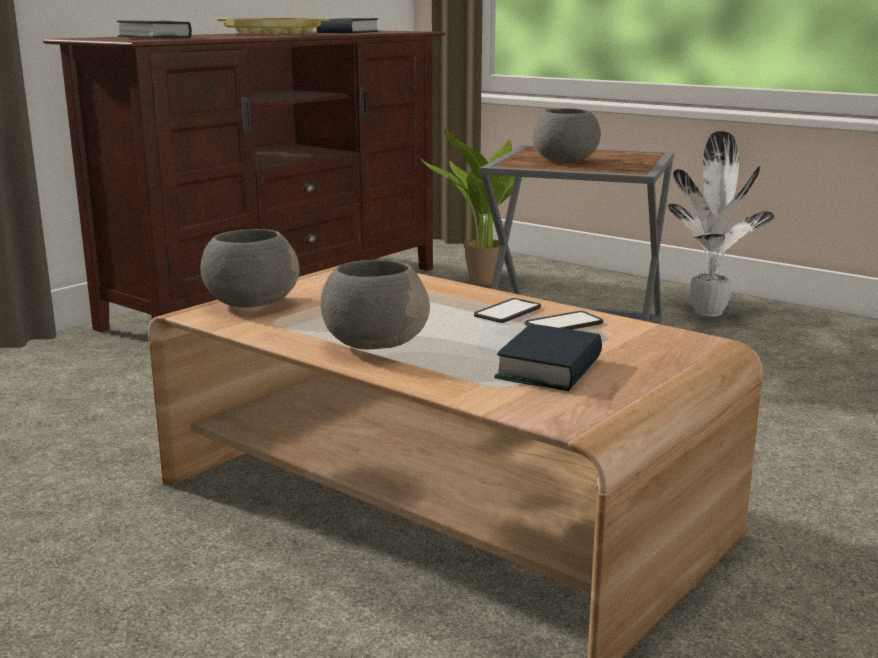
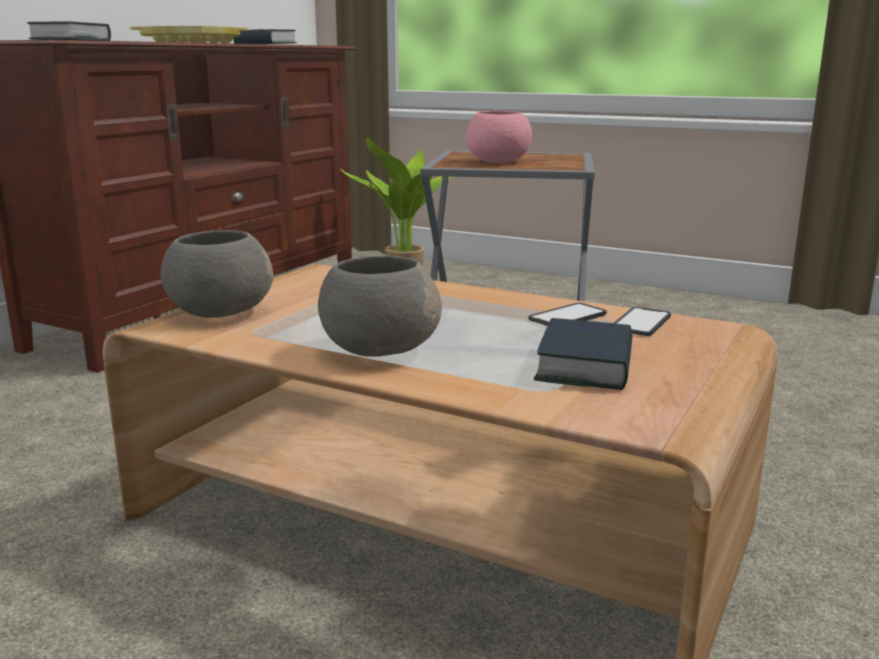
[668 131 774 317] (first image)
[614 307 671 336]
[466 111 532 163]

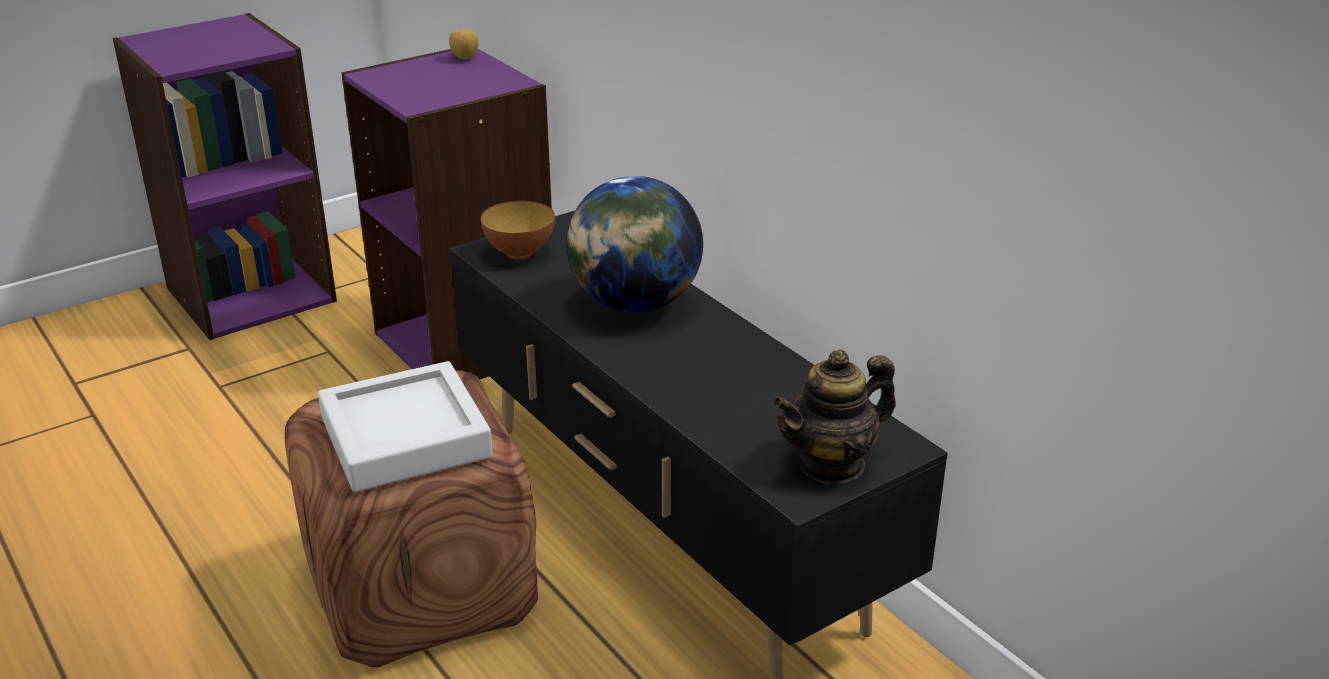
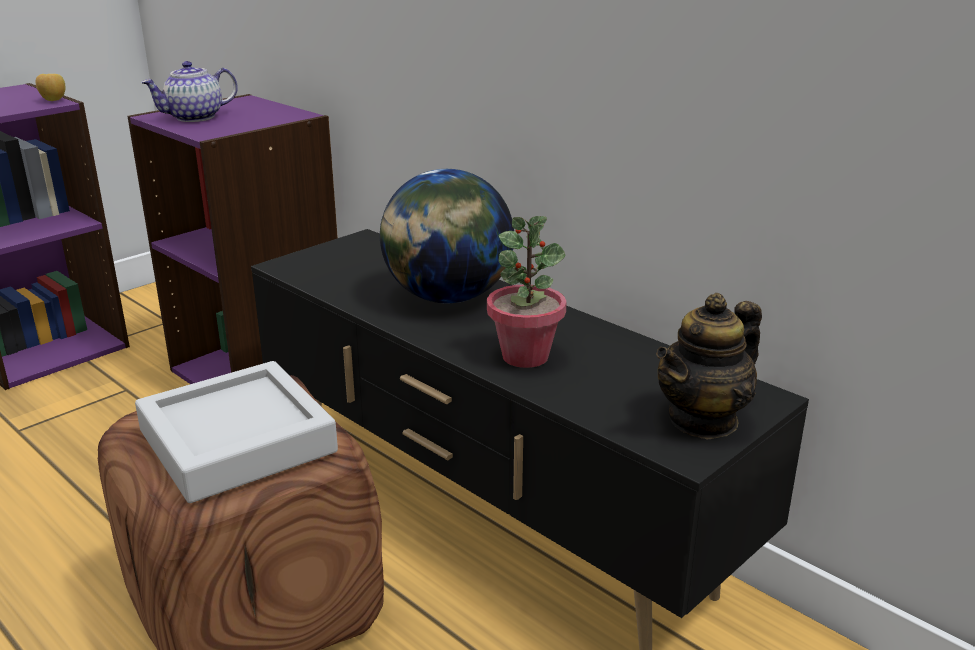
[481 201 555 260] (first image)
[141 61 238 122]
[487 216 567 368]
[36 74 66 101]

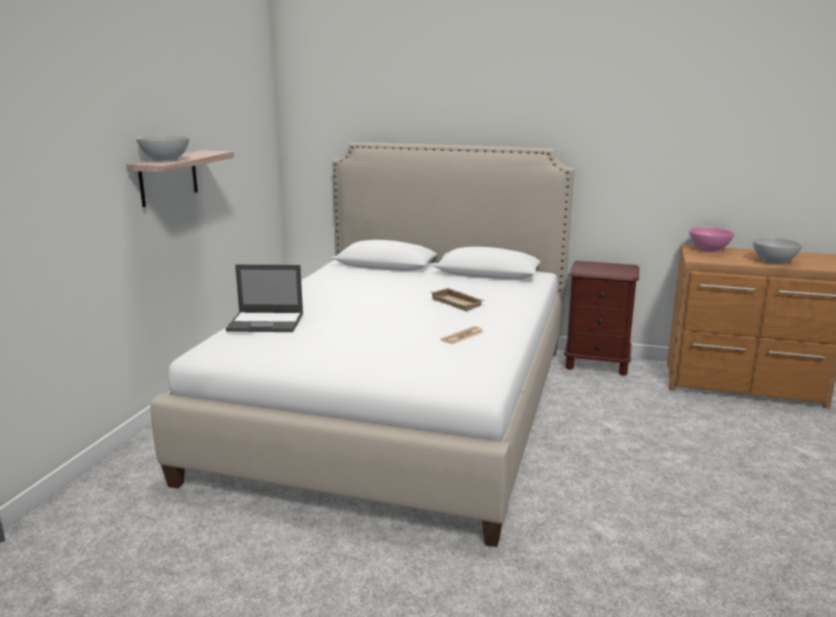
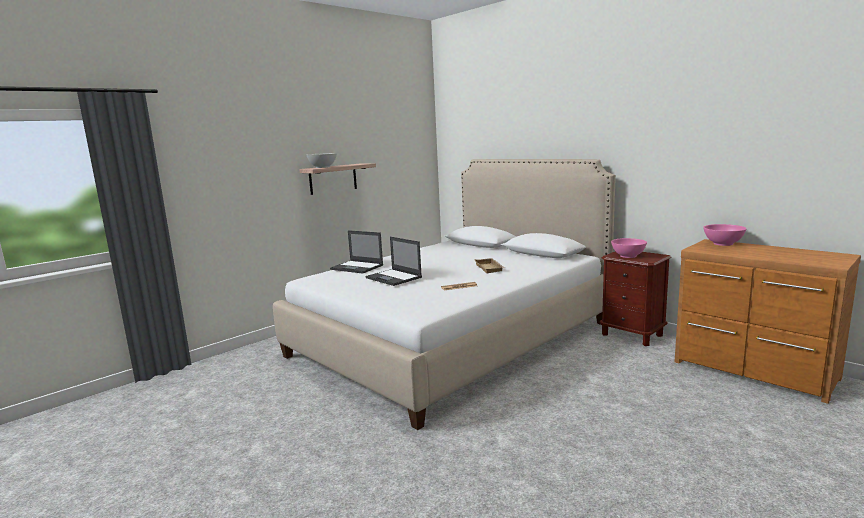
[752 237 803 265] (first image)
[366 237 422 286]
[611 238 647 258]

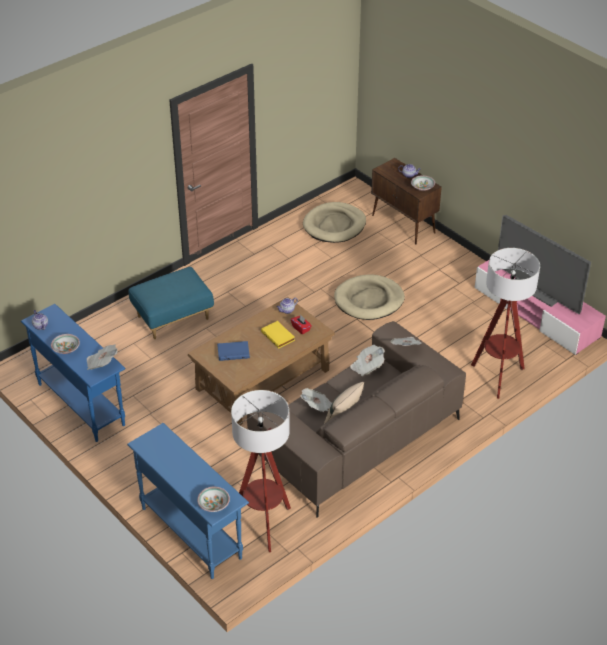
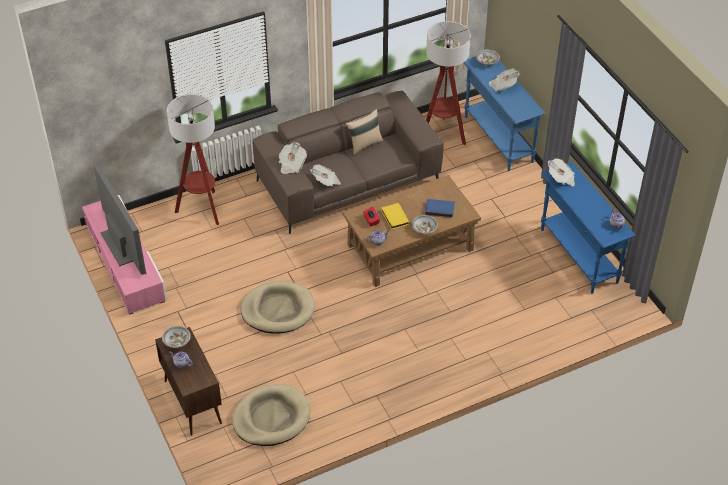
[129 267 214 339] (first image)
[412 215 438 234]
[489 68 520 92]

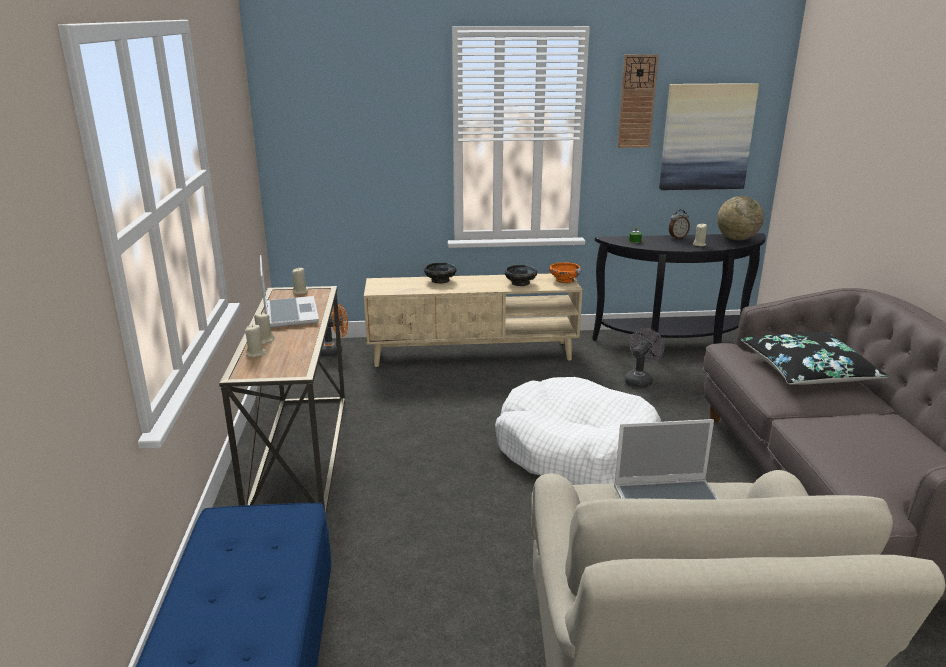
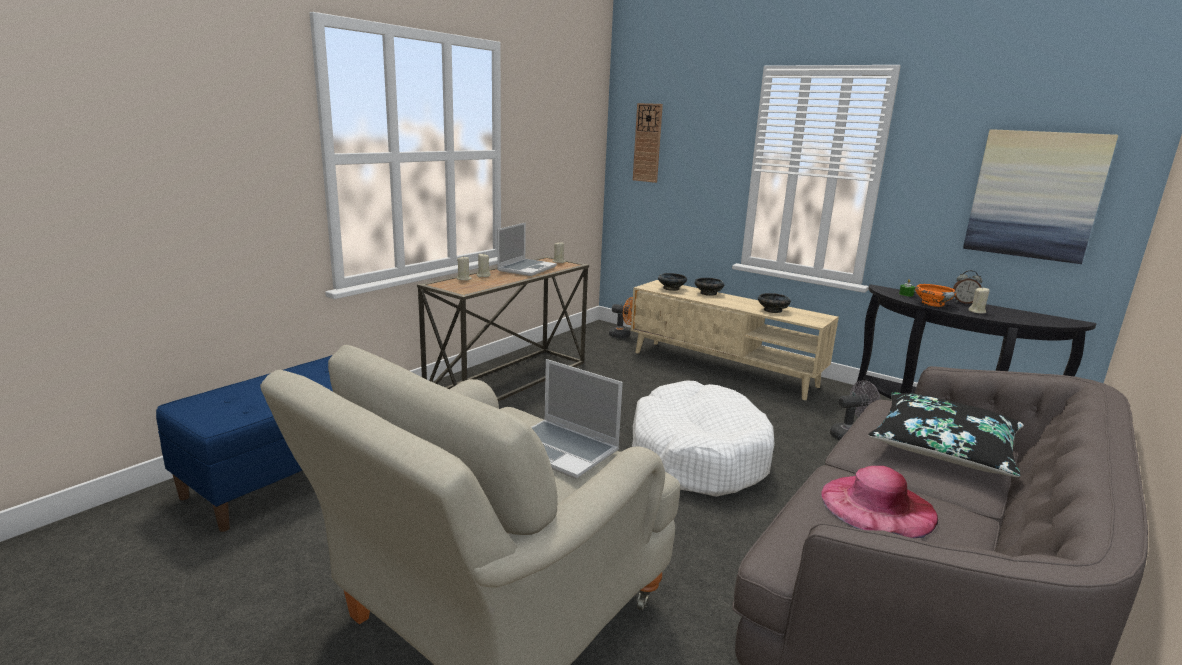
[717 196 764 241] (first image)
[658 273 687 291]
[821 466 938 538]
[915 284 956 307]
[633 103 663 183]

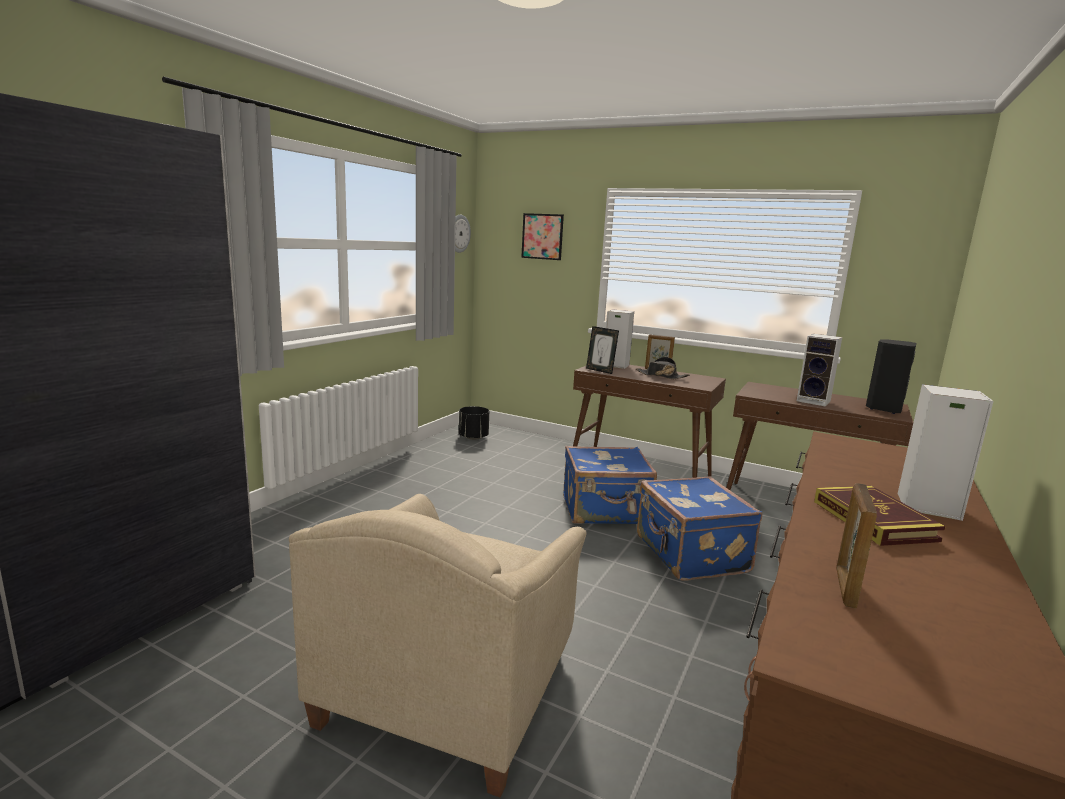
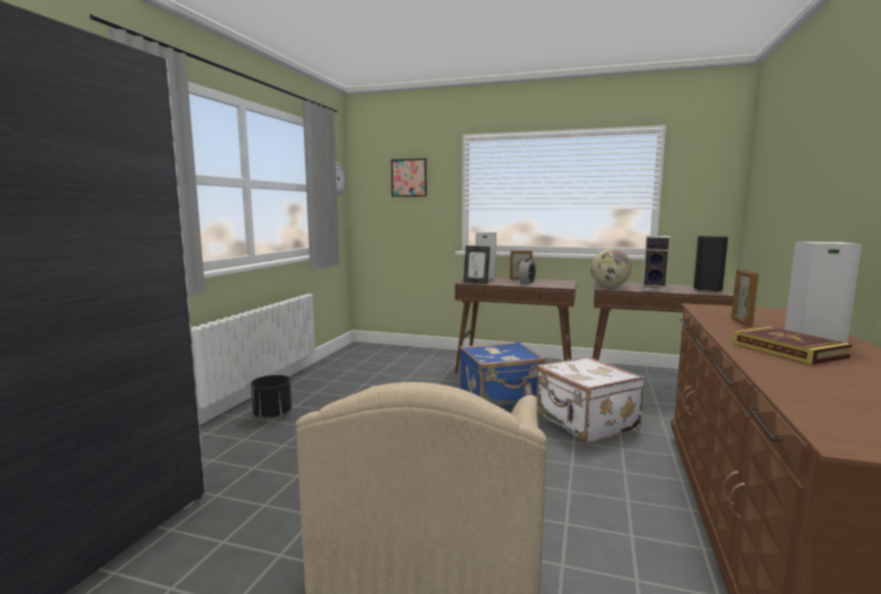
[591 249 632 288]
[251 375 292 418]
[731 269 759 327]
[519 259 536 284]
[536 356 645 443]

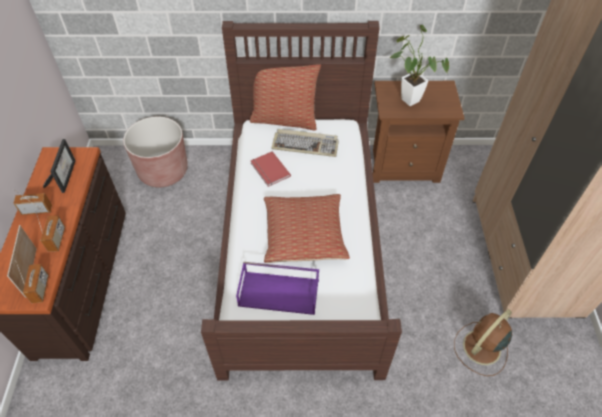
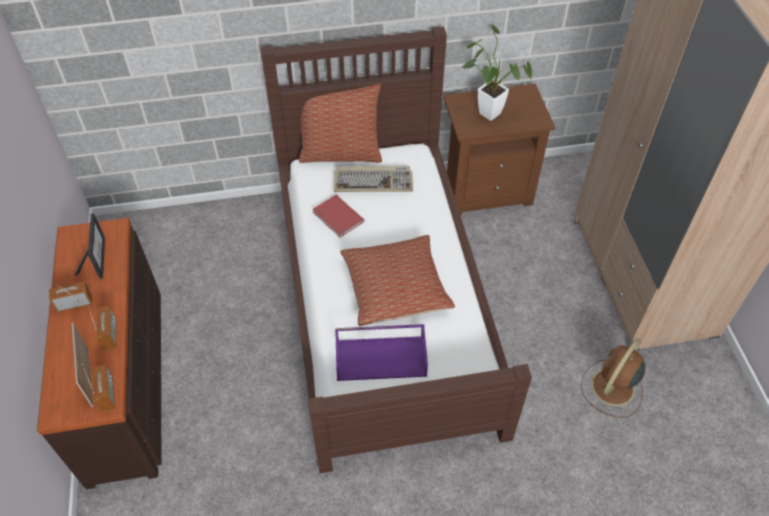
[123 117 188 187] (first image)

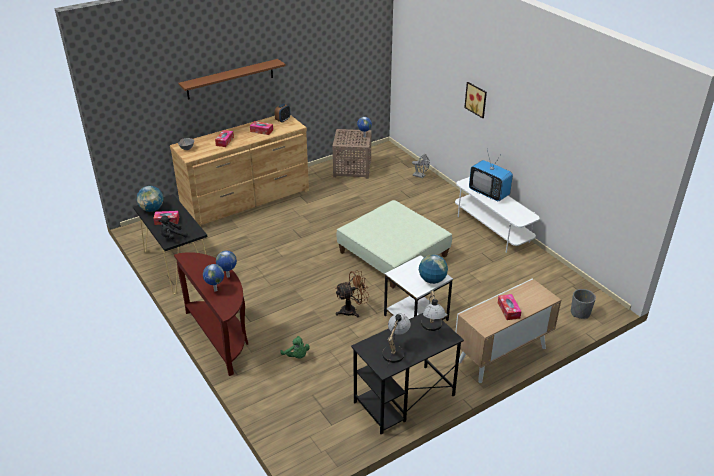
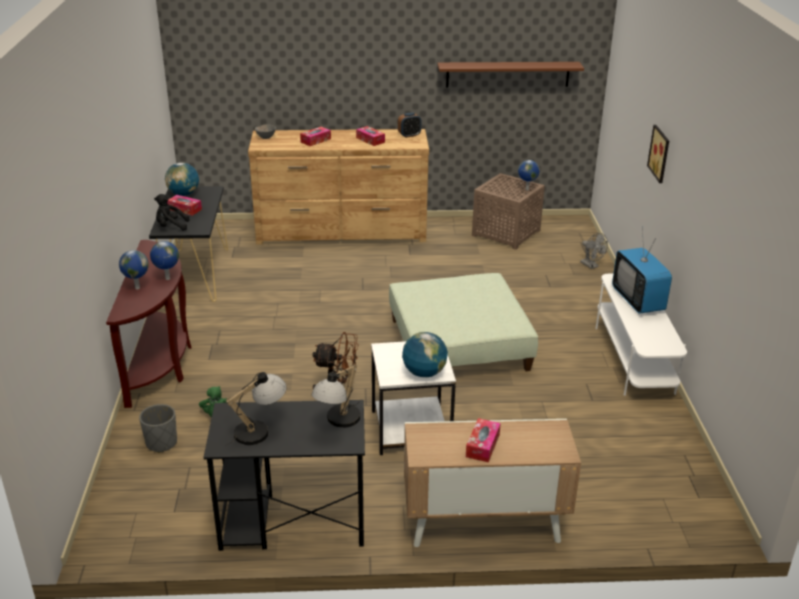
[437 62 584 87]
[139 404 177 453]

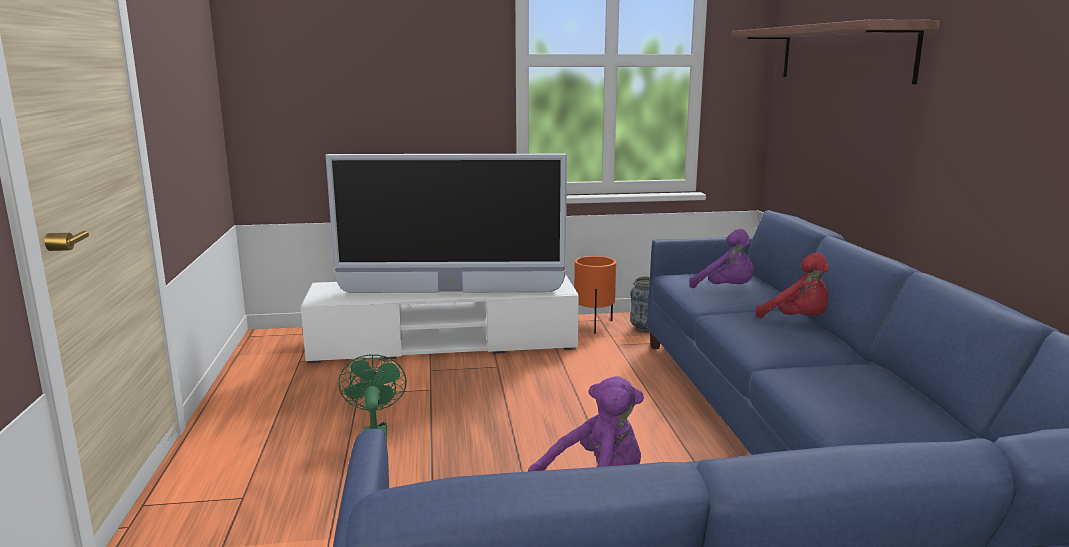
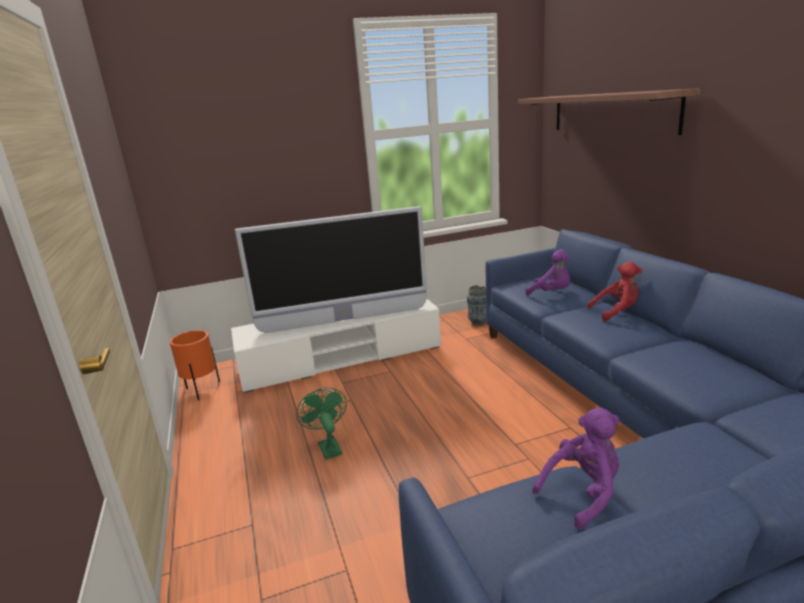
[170 330 220 400]
[587 262 642 321]

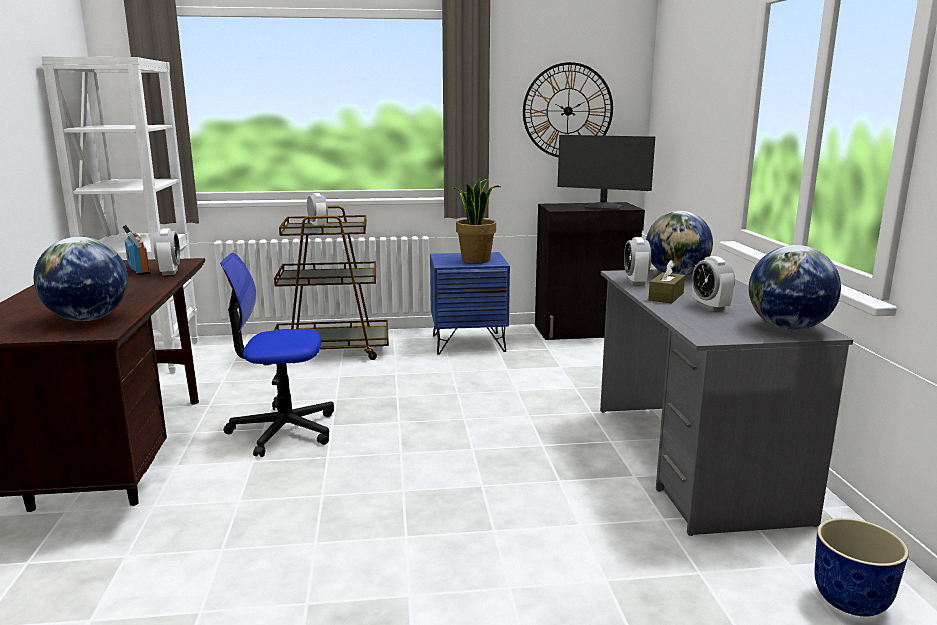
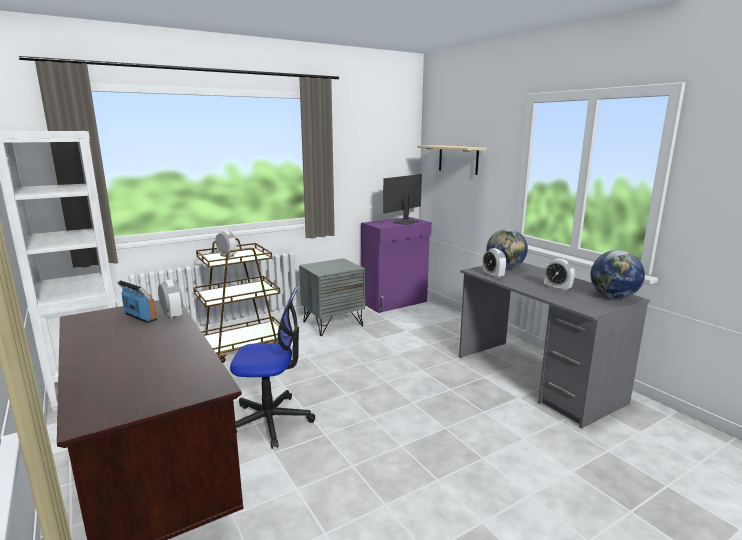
[34 237 128 321] (first image)
[453 179 500 264] (first image)
[523 62 613 157] (first image)
[648 260 685 304] (first image)
[814 518 909 616] (first image)
[417 145 486 175]
[299 258 365 336]
[361 217 432 313]
[230 286 315 449]
[383 174 422 225]

